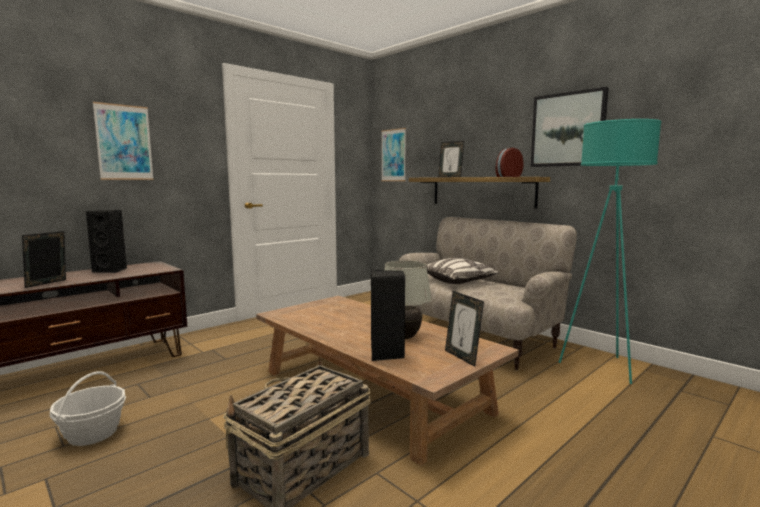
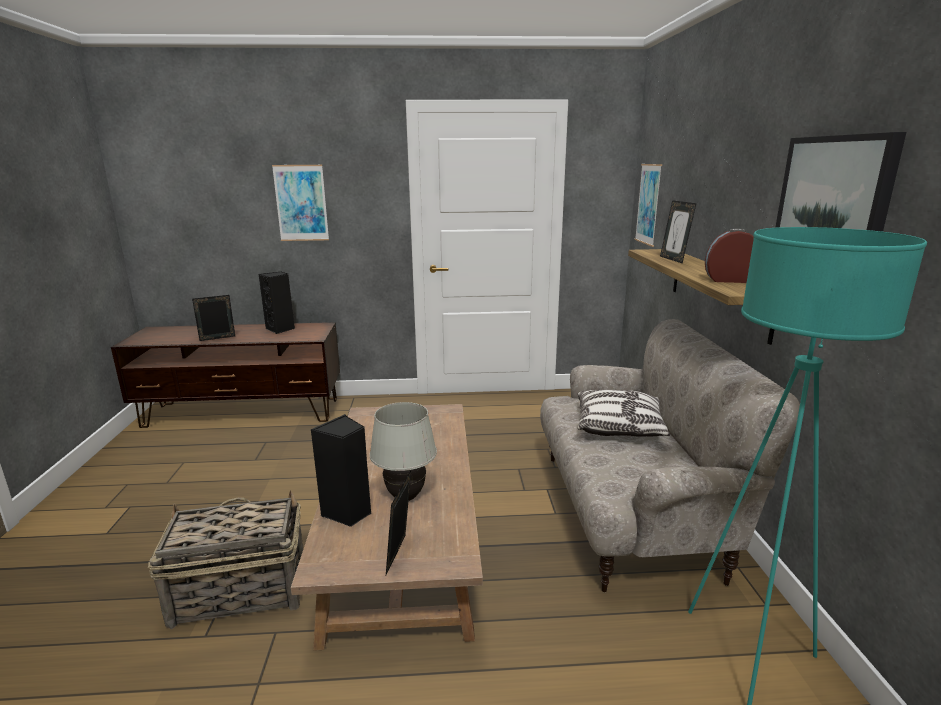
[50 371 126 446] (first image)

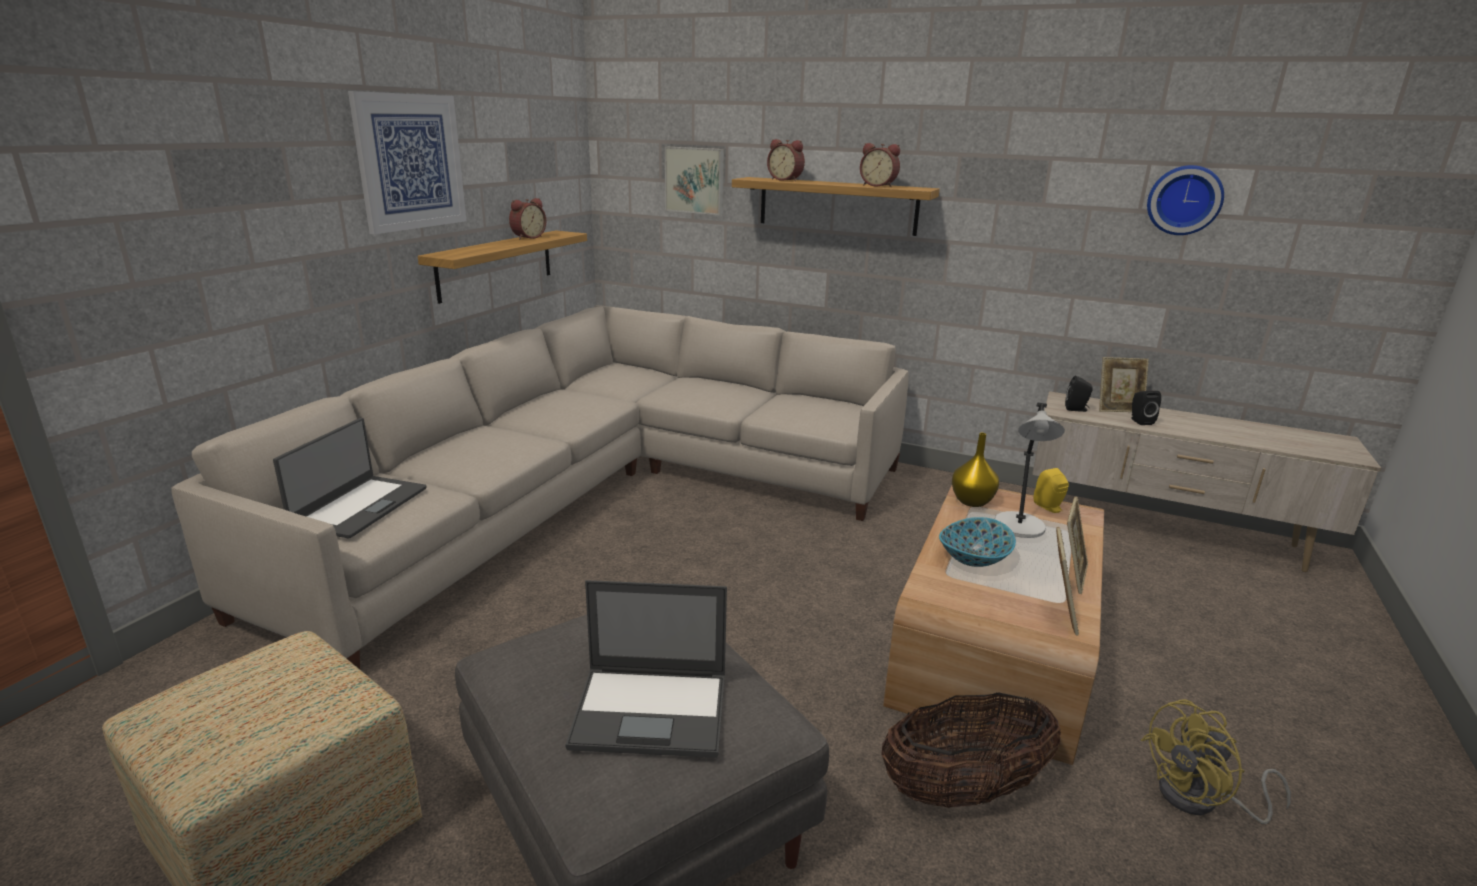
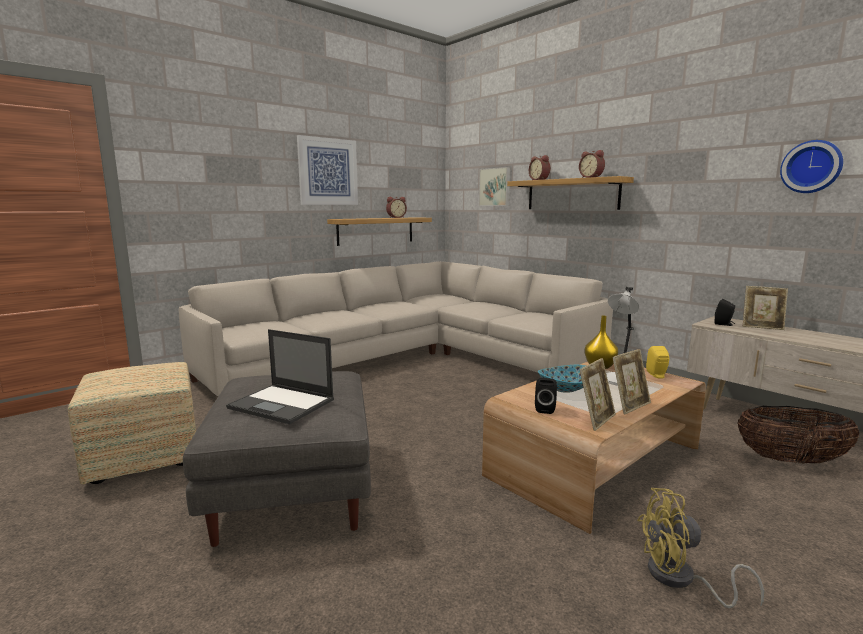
[273 418 427 539] (first image)
[737 406 859 464]
[535 378 557 414]

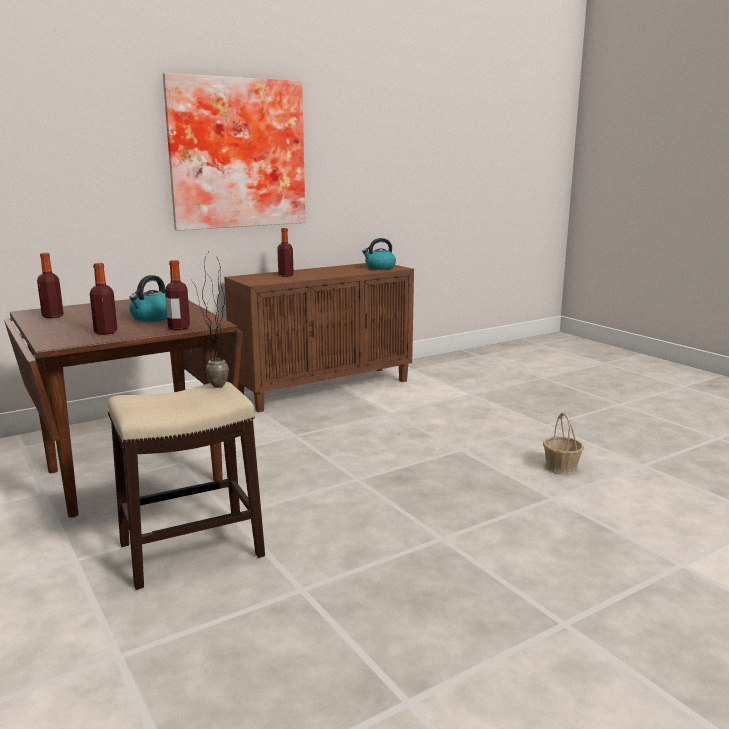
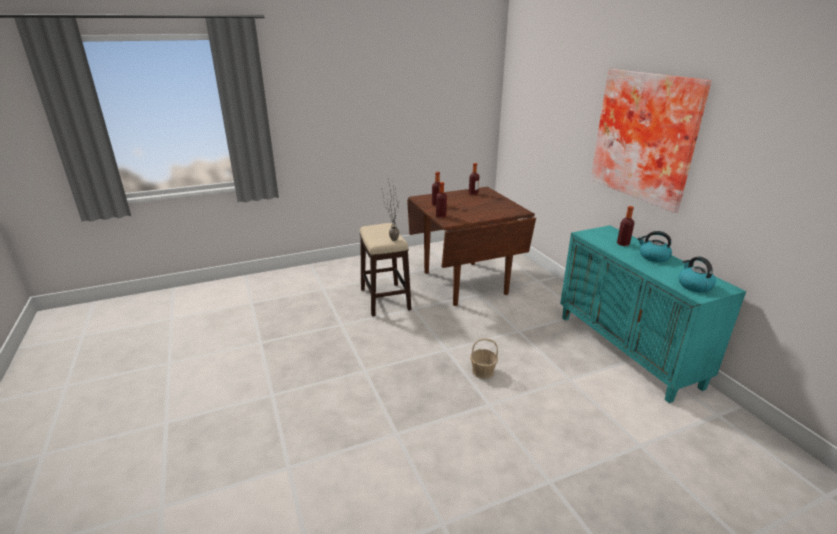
[637 231 672 262]
[470 338 498 379]
[560 225 746 403]

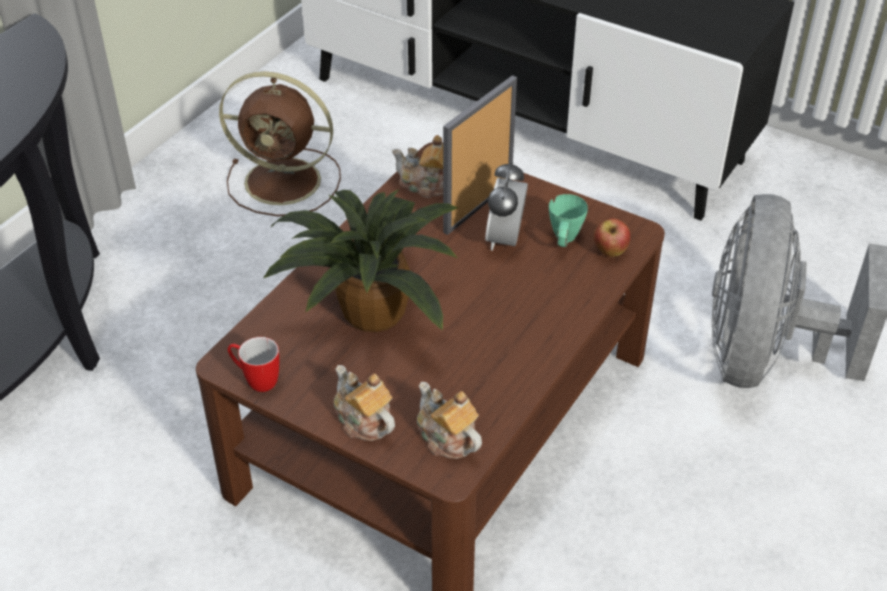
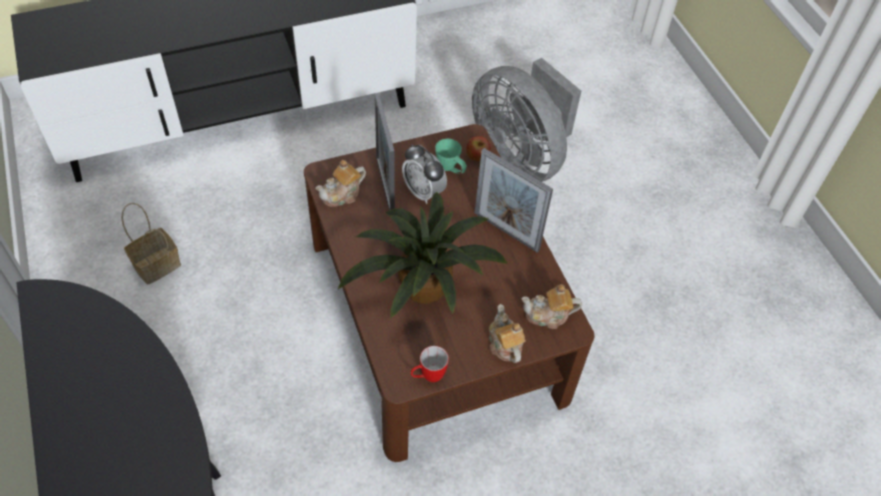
[475 148 553 253]
[121 203 181 285]
[489 304 526 363]

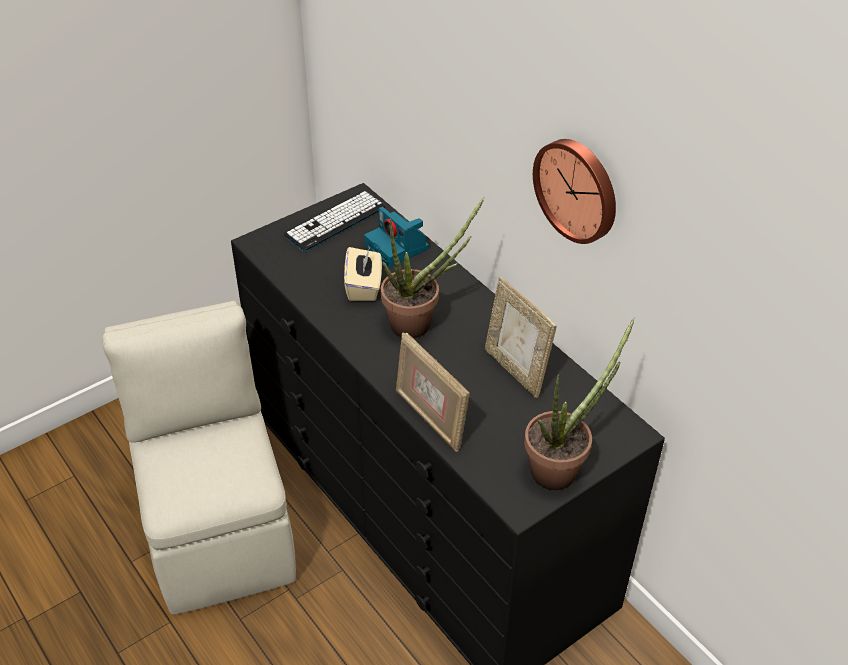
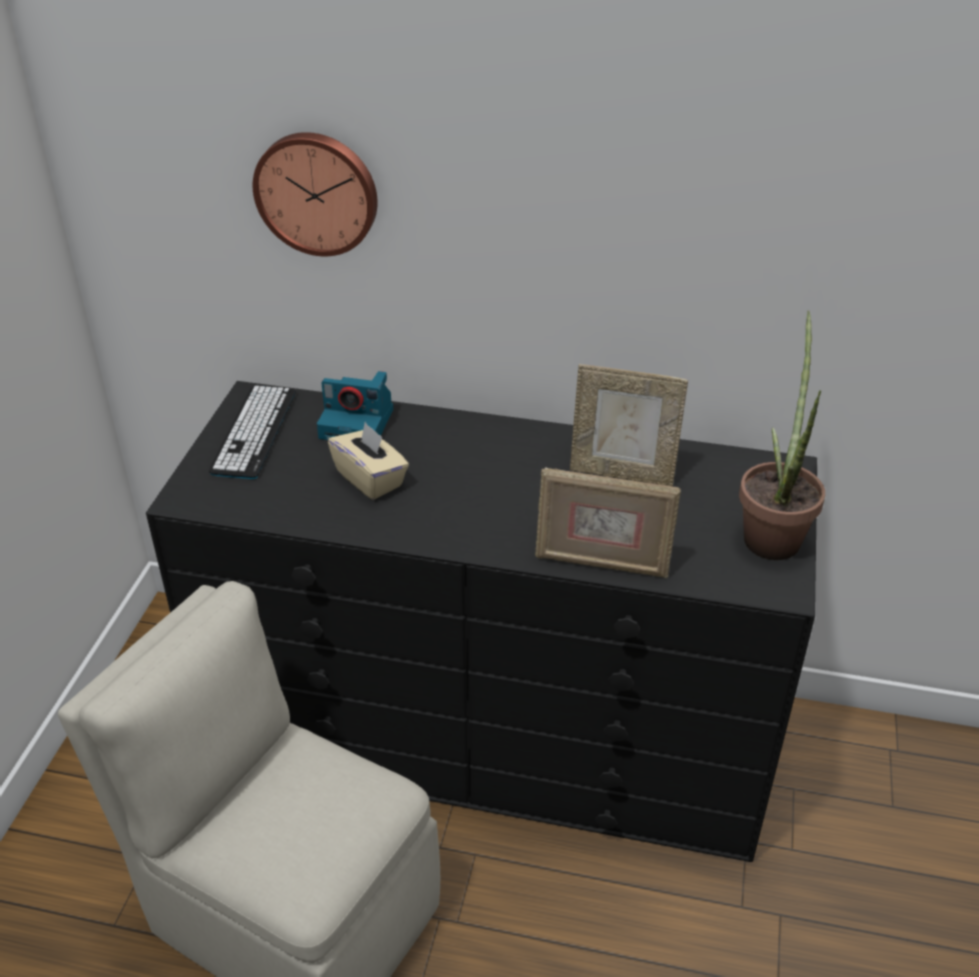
[381 197 485 339] (first image)
[253 132 378 257]

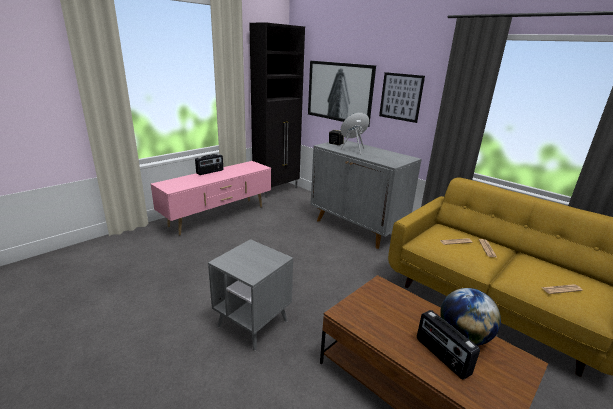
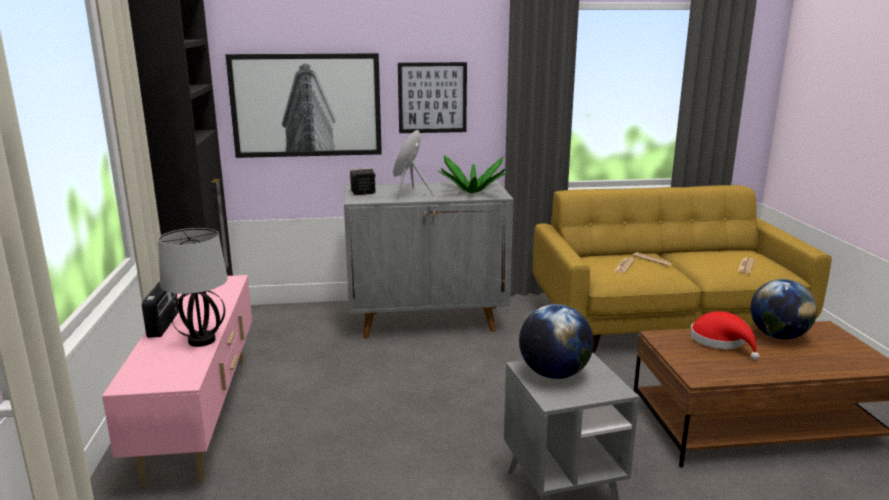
[417 310 480 380] (first image)
[158 228 228 347]
[438 155 509 193]
[519 304 594 379]
[690 311 760 360]

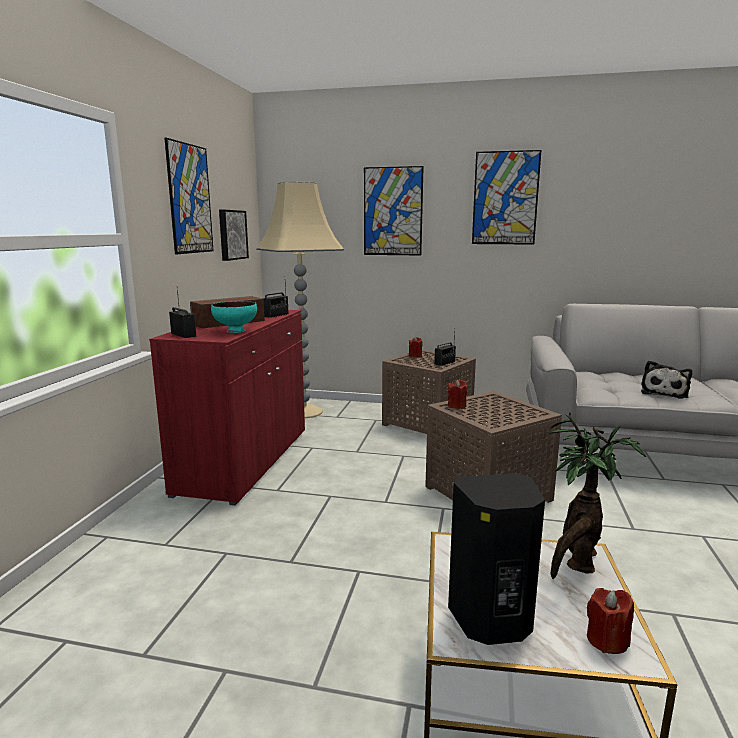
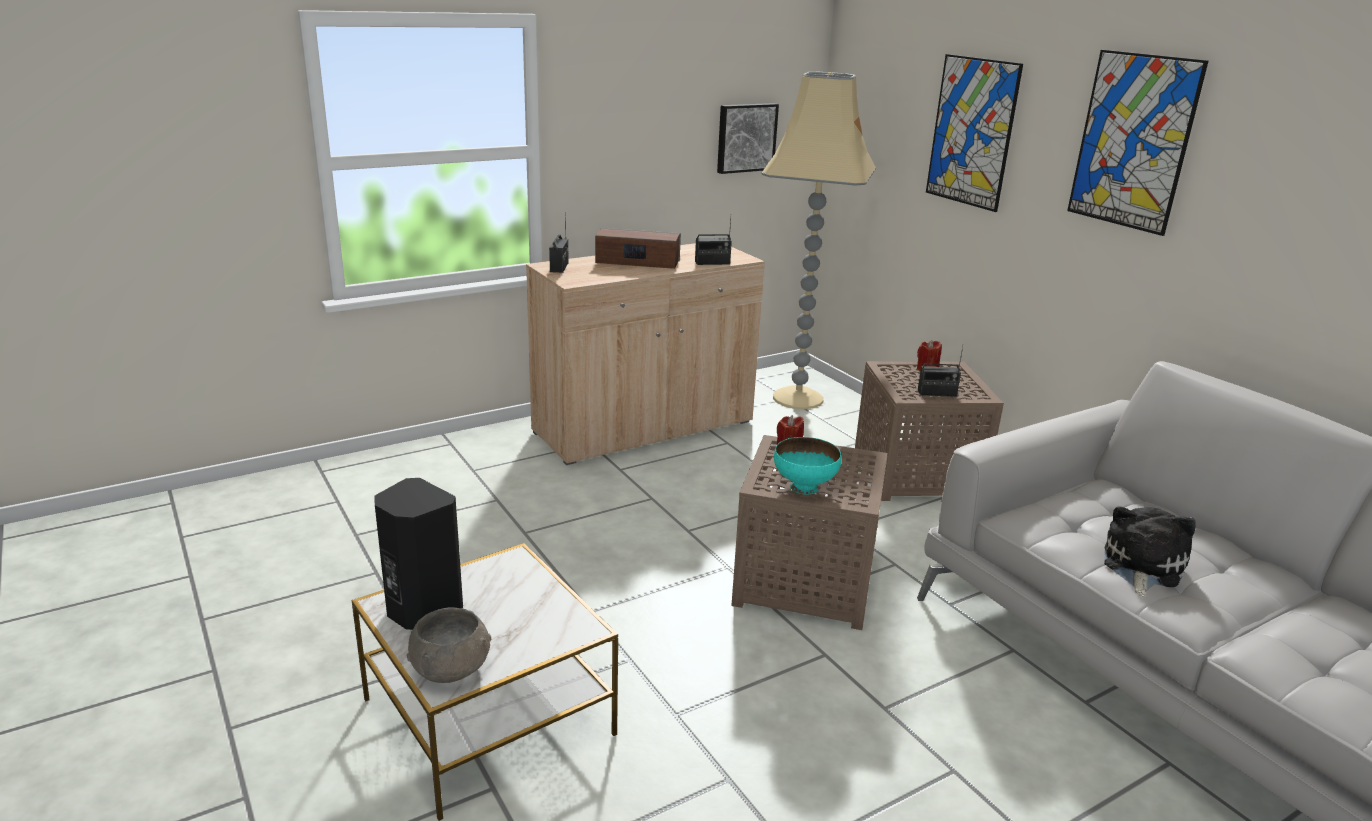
[164 138 214 255] (first image)
[550 412 646 579] (first image)
[774 437 841 495]
[406 607 492 683]
[526 243 765 465]
[1104 506 1196 597]

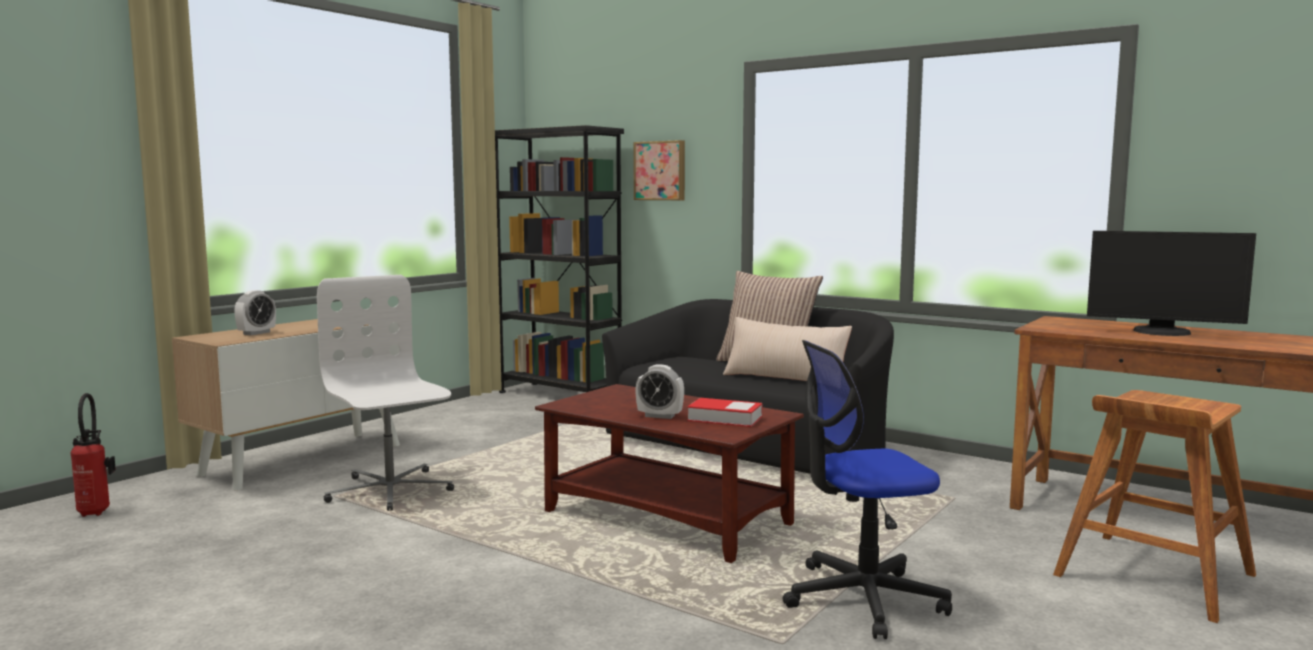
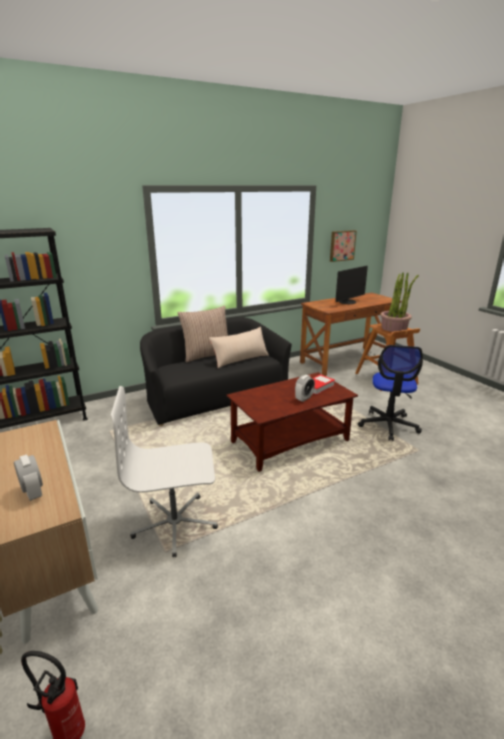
[380 272 419 332]
[330 230 357 262]

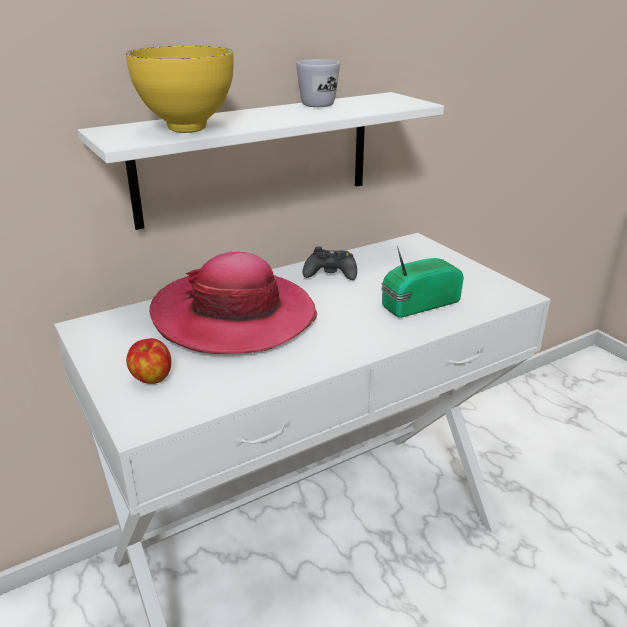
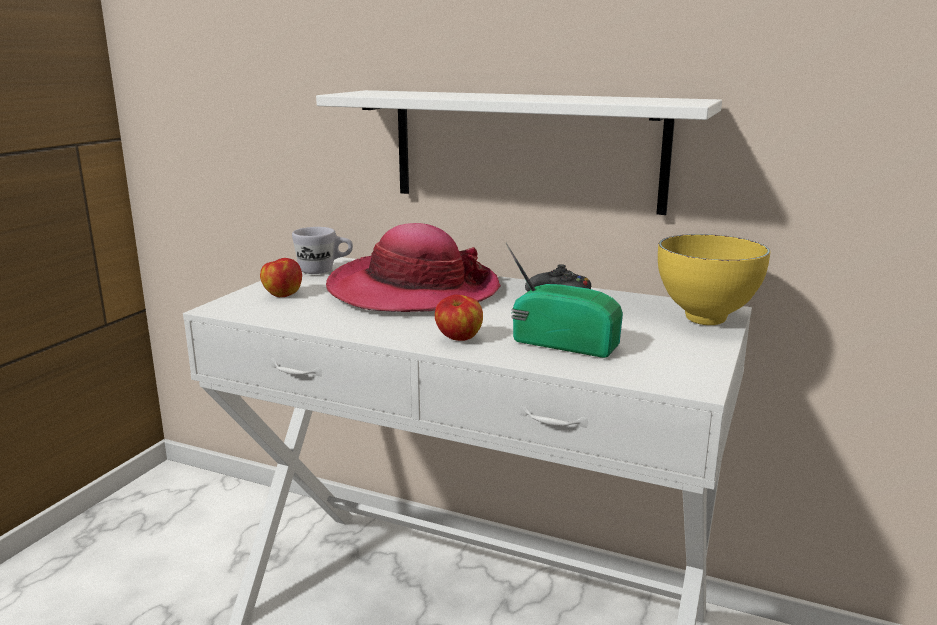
[435 294 483 341]
[658 234 770 325]
[292 227 353 274]

